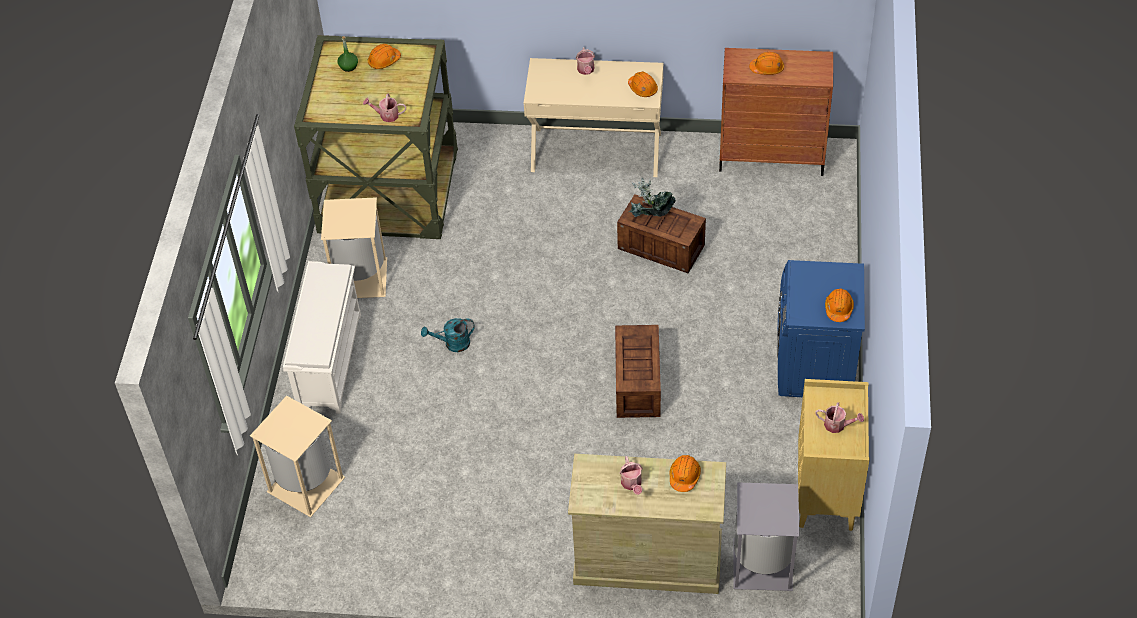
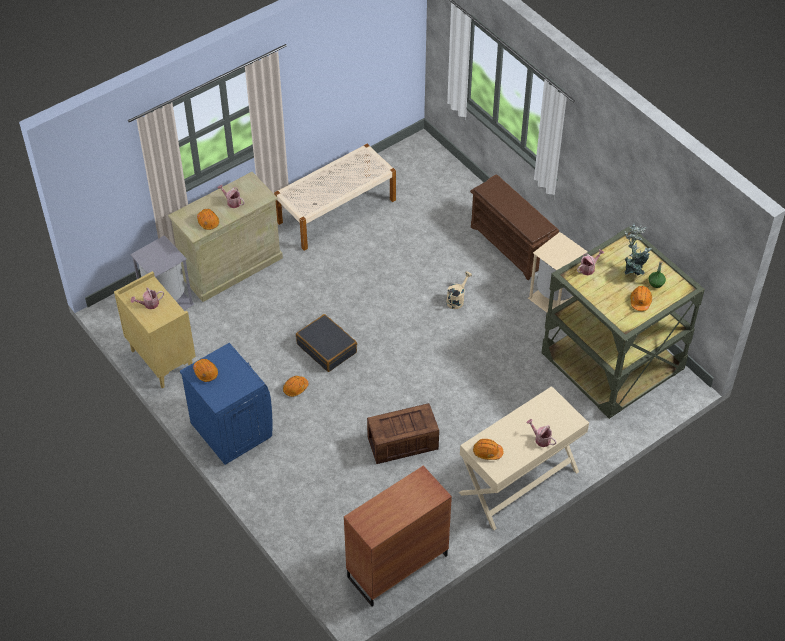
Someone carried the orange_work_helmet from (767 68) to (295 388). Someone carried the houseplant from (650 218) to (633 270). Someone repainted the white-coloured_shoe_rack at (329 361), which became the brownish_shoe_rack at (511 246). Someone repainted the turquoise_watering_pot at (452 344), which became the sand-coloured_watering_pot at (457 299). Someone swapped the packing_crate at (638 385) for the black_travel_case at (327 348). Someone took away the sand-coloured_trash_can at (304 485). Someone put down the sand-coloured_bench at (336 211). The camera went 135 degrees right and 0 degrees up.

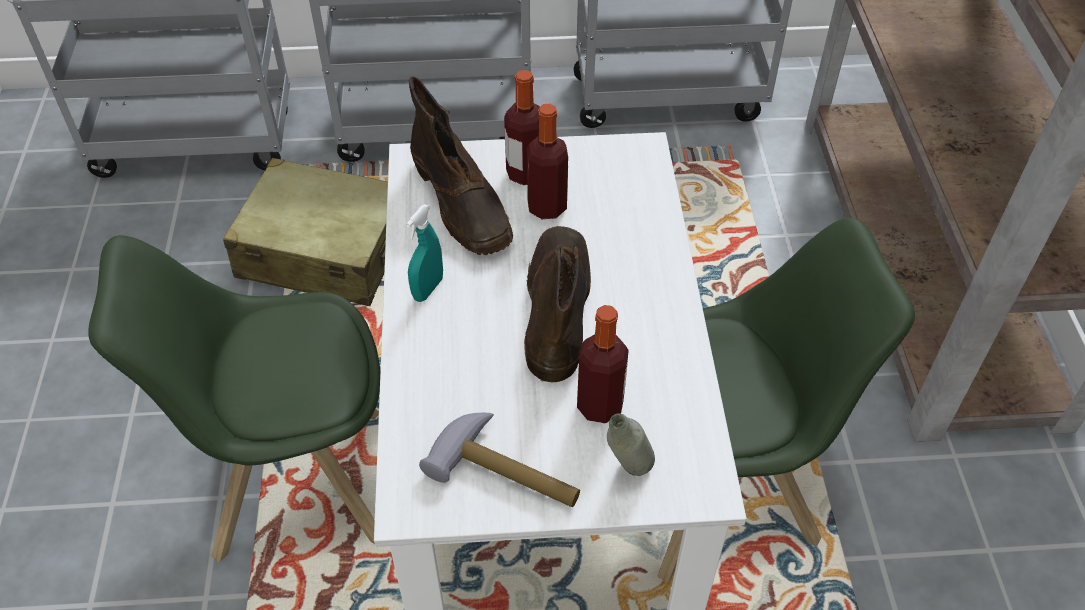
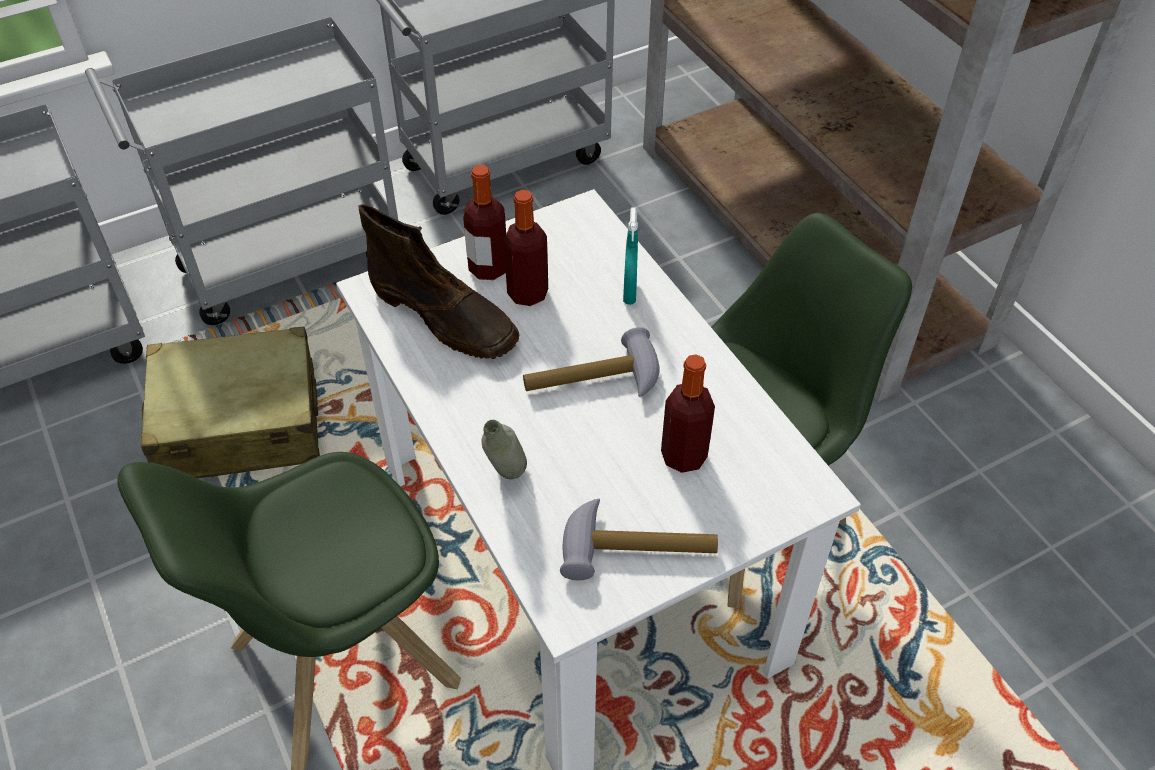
Someone carried the turquoise_spray_bottle from (428 289) to (629 292). Someone swapped the brownish_boot at (557 307) for the hammer at (593 382). Someone carried the greyish_drink_bottle from (627 475) to (506 481). The camera went 25 degrees left and 0 degrees up.

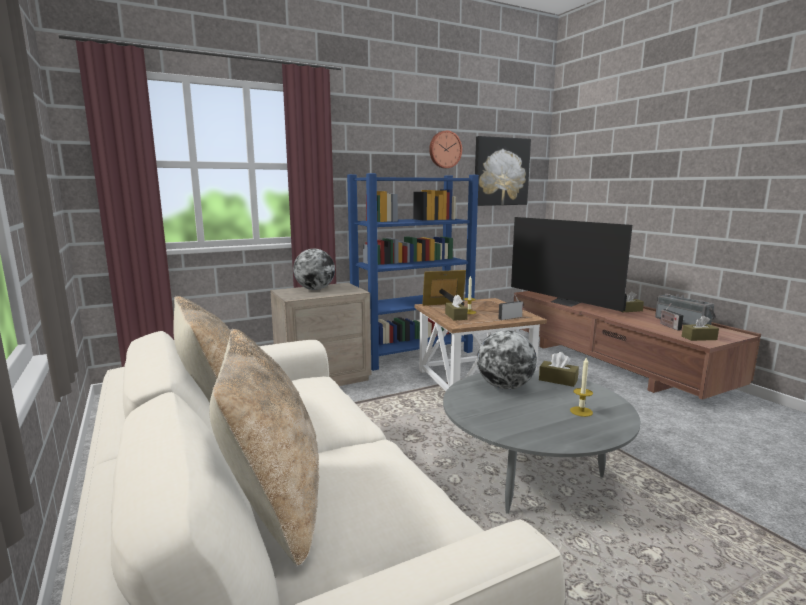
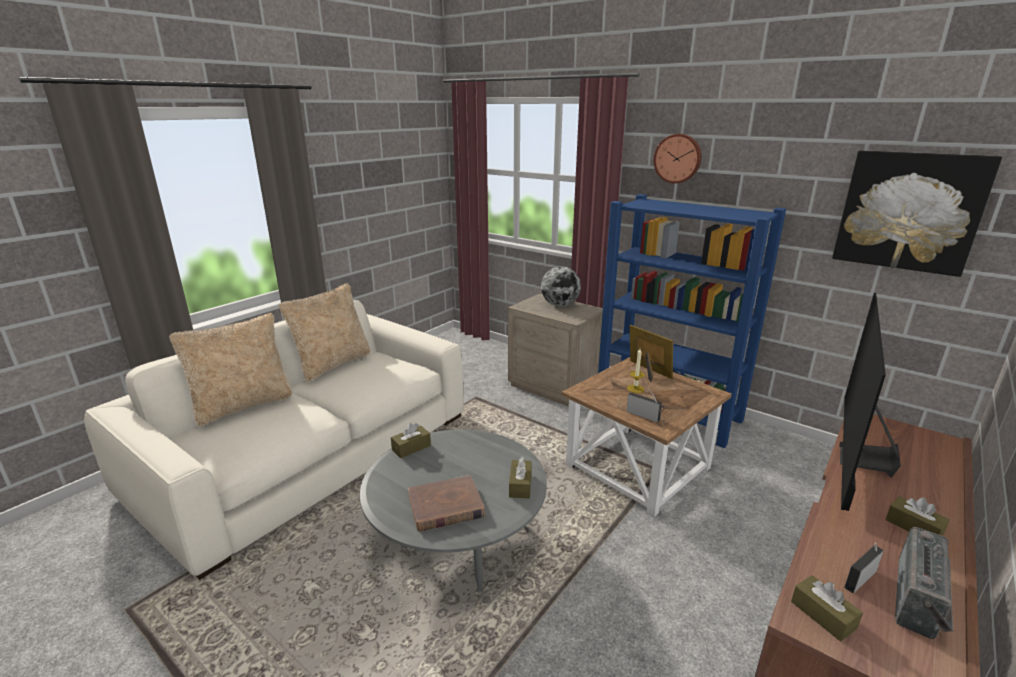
Someone carried the clock_on_the_wall from (444 149) to (678 158). Someone carried the brownish_box_of_tissues from (456 316) to (411 447). Someone took away the desk_globe at (505 387). Someone swapped the wax_light at (581 411) for the brownish_book at (446 506). The camera went 65 degrees right and 10 degrees up.

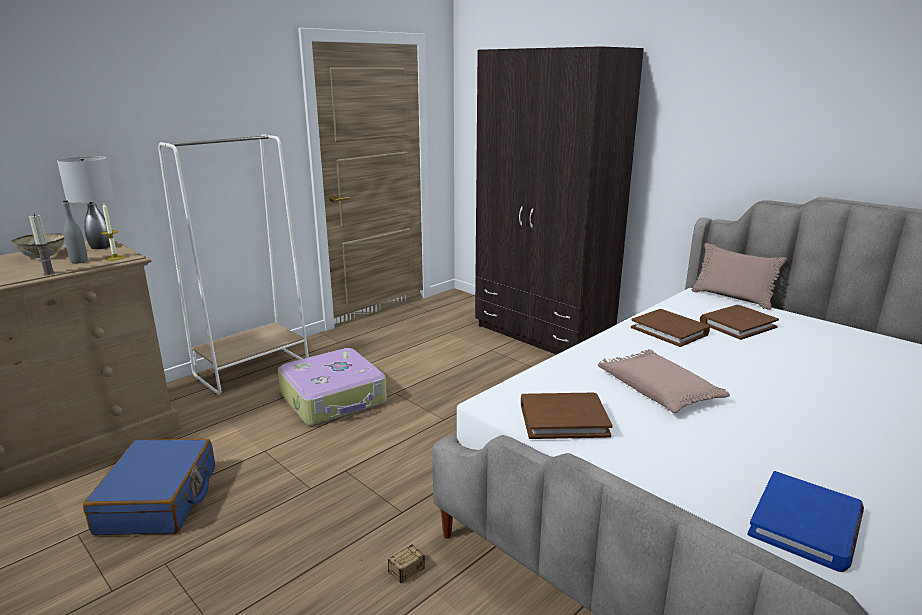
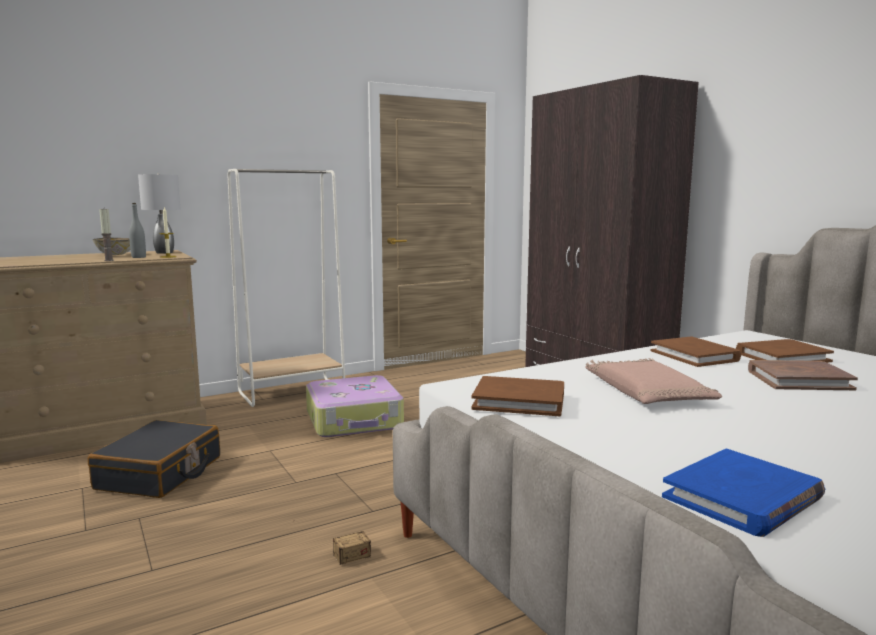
Someone took away the sand-coloured_cushion at (732 298). Someone repainted the blue-coloured_travel_case at (159 500), which became the black_travel_case at (160 473). Someone put down the brownish_book at (799 380). The camera went 15 degrees right and 10 degrees down.

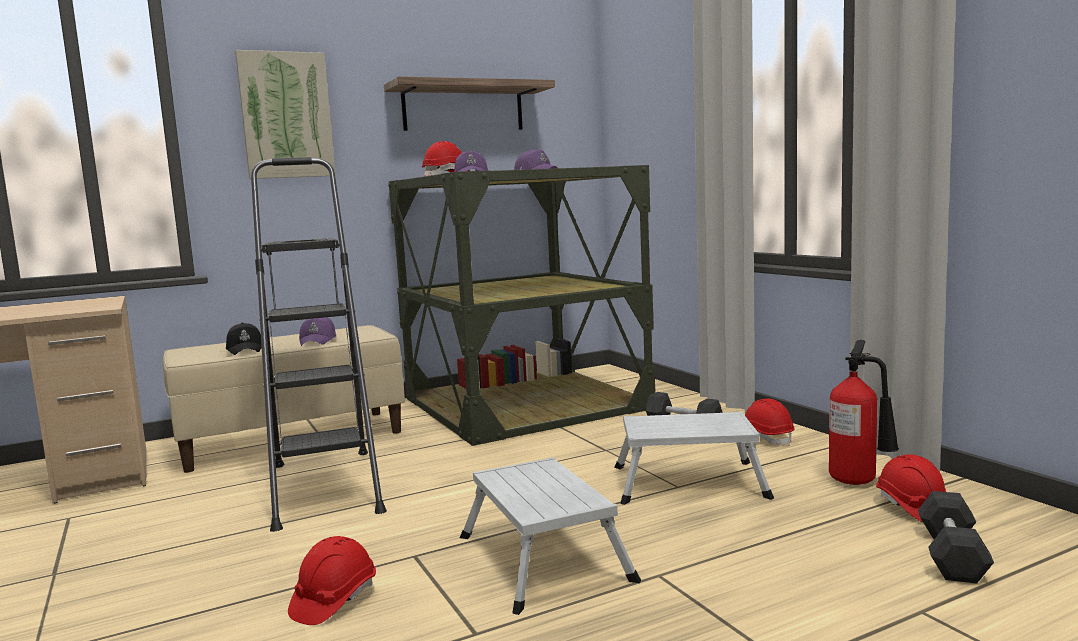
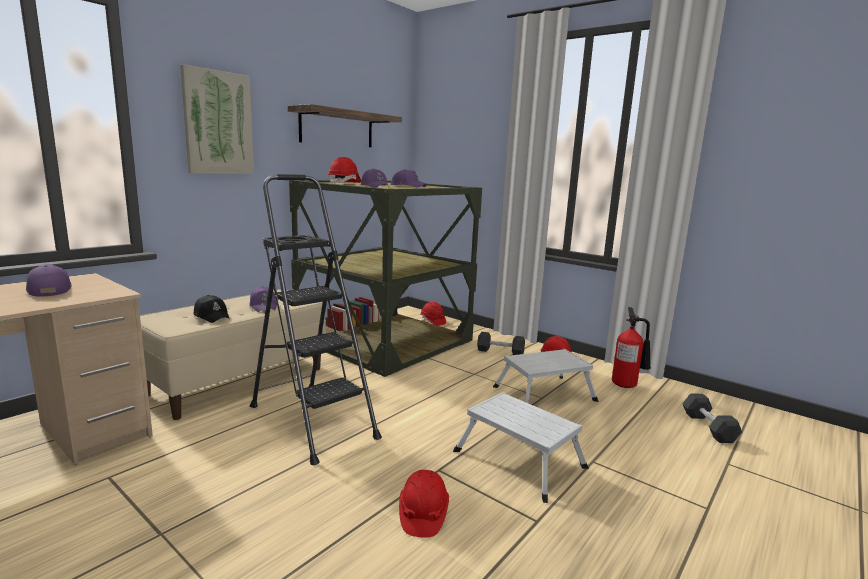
Someone carried the red-coloured_work_helmet from (913 508) to (432 321). Someone put down the purple-coloured_peaked_cap at (49 290). The camera went 25 degrees left and 5 degrees up.

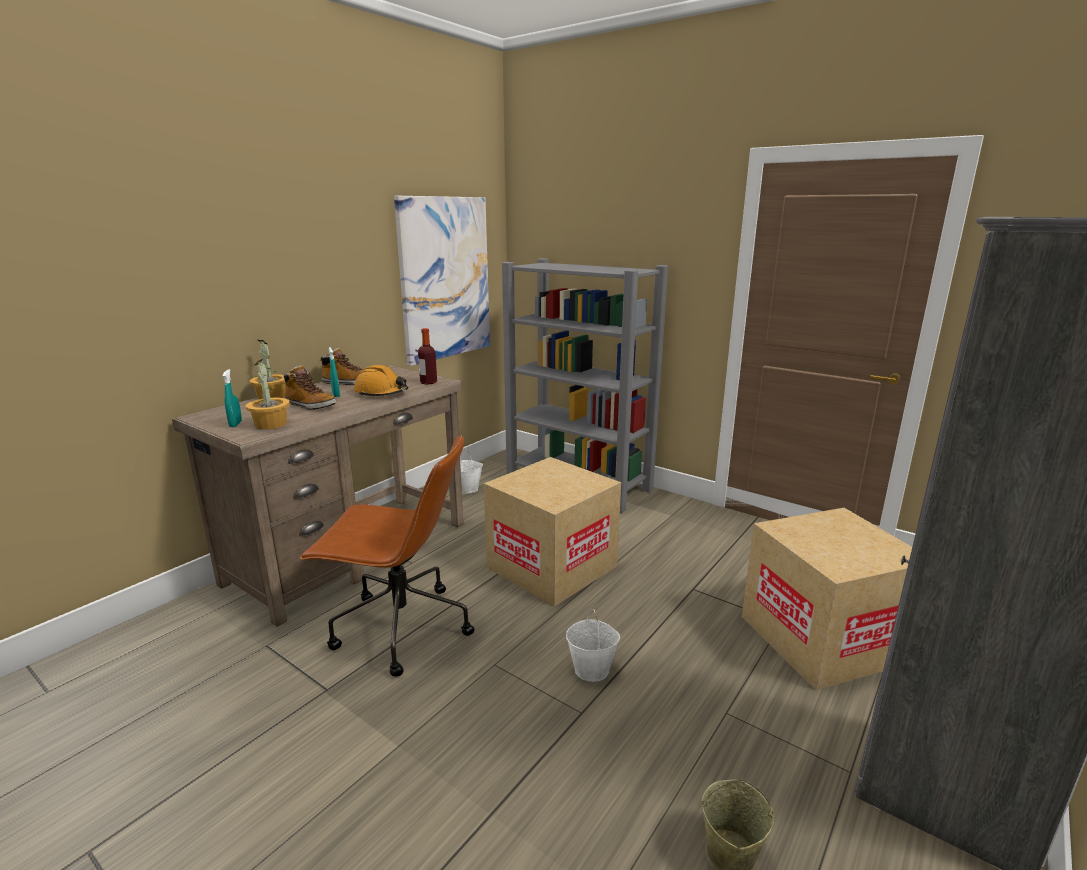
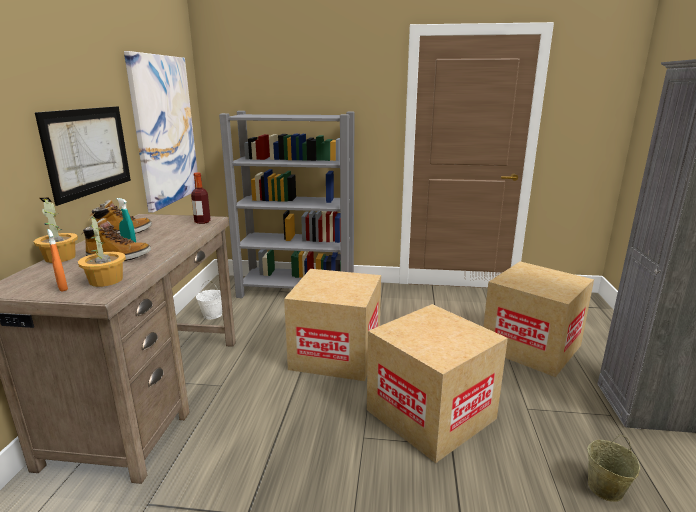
Someone took away the orange_work_helmet at (381 393). Someone repainted the turquoise_spray_bottle at (235 424), which became the orange_spray_bottle at (62 288). Someone took away the brownish_office_chair at (400 628). Someone swapped the white-coloured_pail at (592 670) for the packing_box at (430 414). Someone put up the wall_picture at (88 151). The camera went 30 degrees left and 0 degrees up.

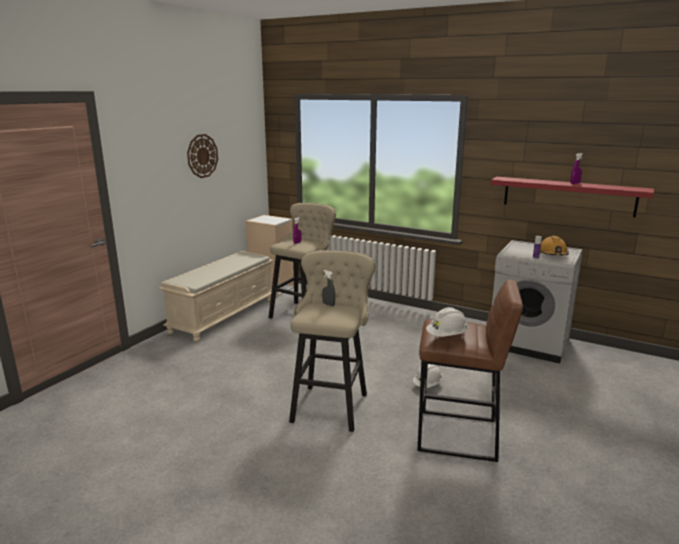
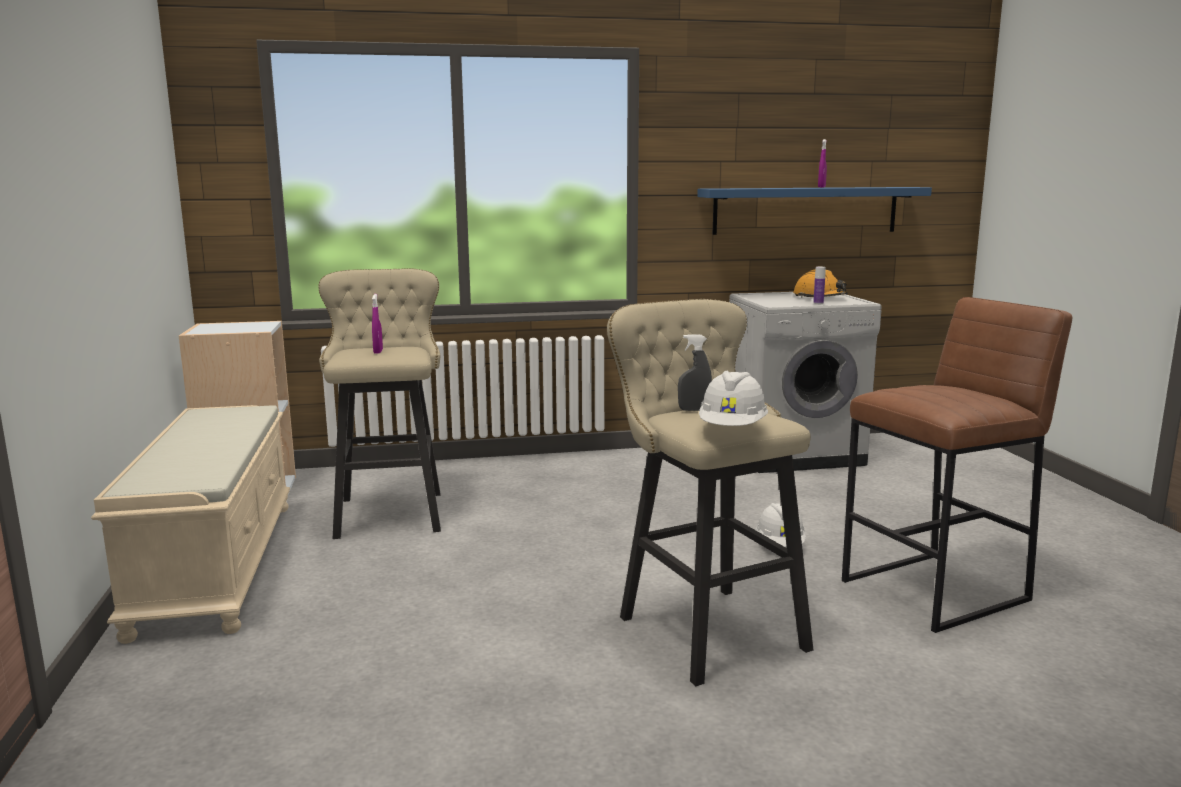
Someone took away the clock_on_the_wall at (202 156). Someone repainted the red-coloured_wall_shelf at (568 196), which became the blue-coloured_wall_shelf at (805 210). Someone carried the white-coloured_work_helmet from (447 336) to (732 429). The camera went 40 degrees left and 5 degrees down.

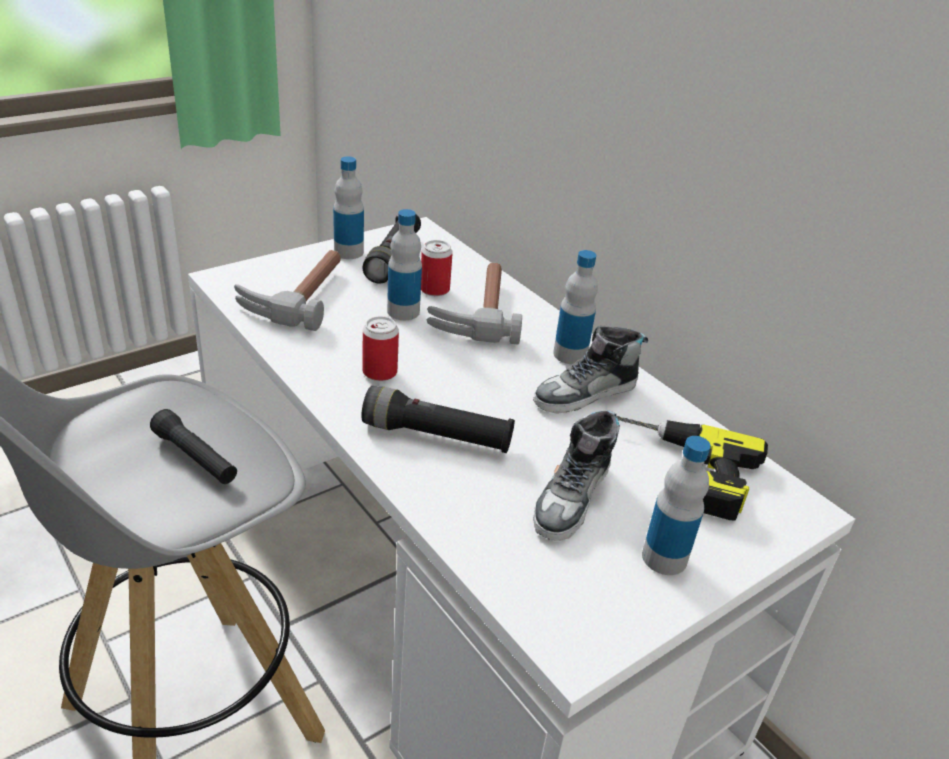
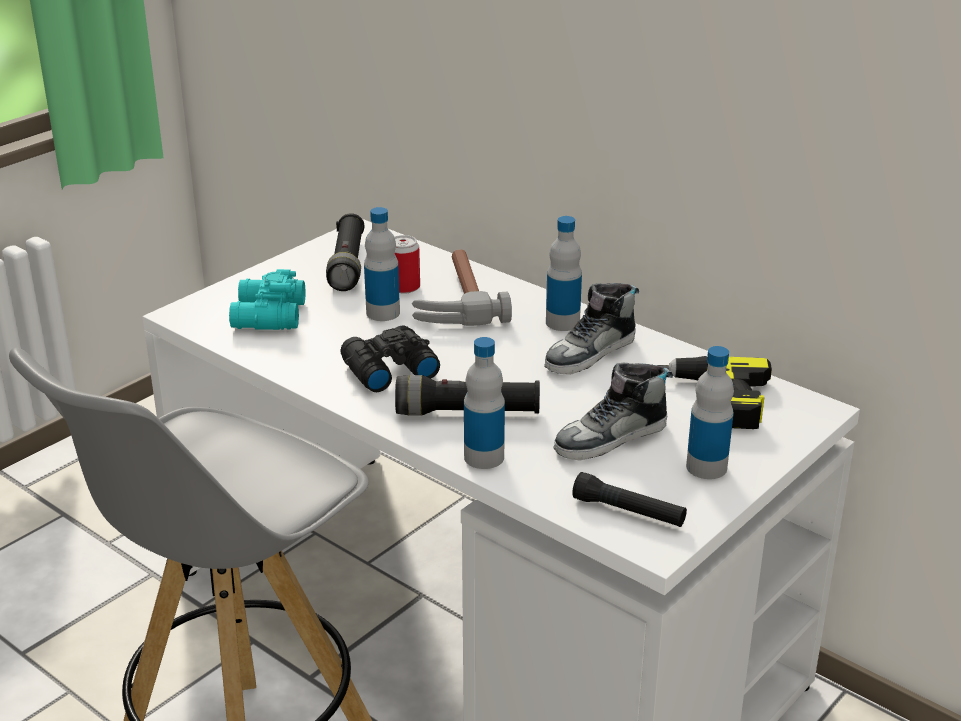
Someone carried the drink_bottle from (348 252) to (484 457). Someone swapped the hammer at (296 295) for the turquoise_field_glasses at (266 316). Someone swapped the can at (380 372) for the black_field_glasses at (387 370). Someone carried the black_flashlight from (195 457) to (628 512). Someone rotated the item_of_footwear at (572 498) by 45 degrees clockwise. The camera went 10 degrees left and 5 degrees down.

